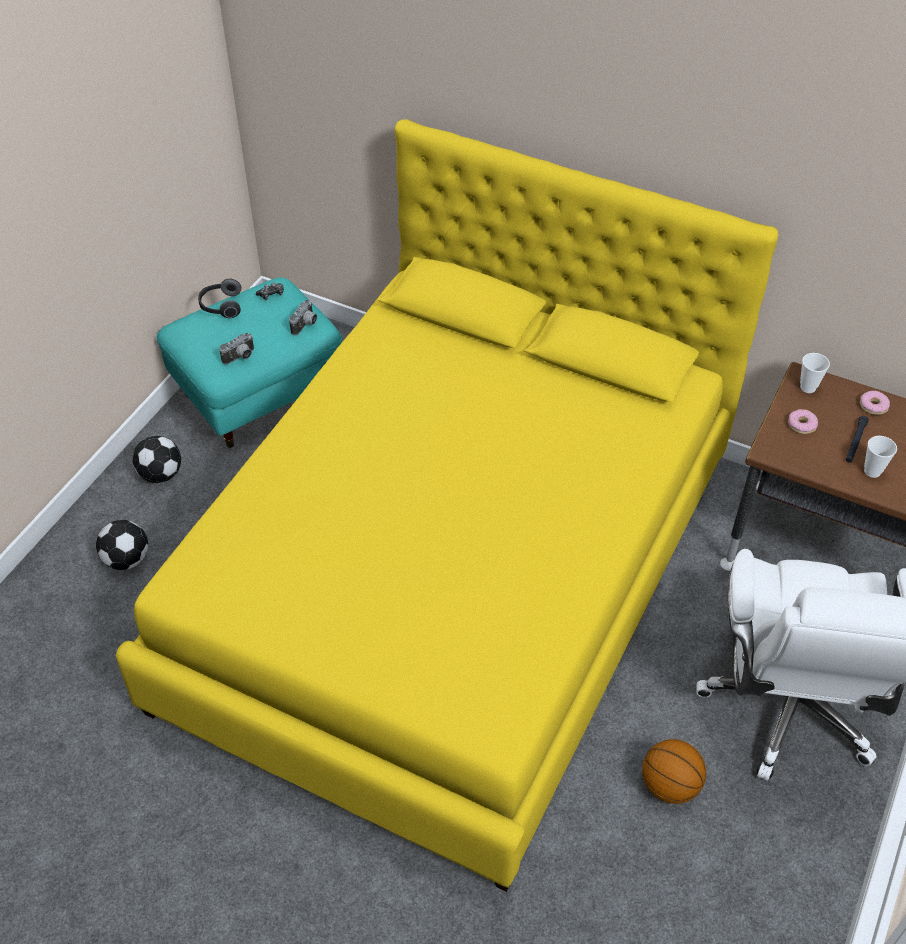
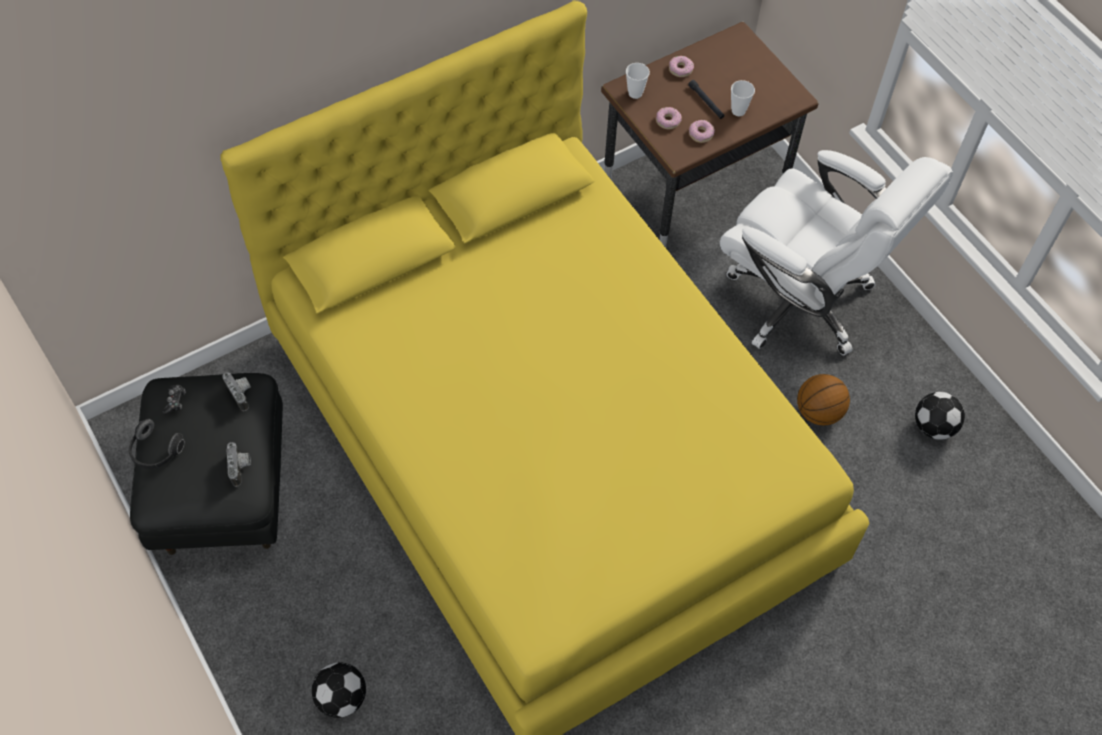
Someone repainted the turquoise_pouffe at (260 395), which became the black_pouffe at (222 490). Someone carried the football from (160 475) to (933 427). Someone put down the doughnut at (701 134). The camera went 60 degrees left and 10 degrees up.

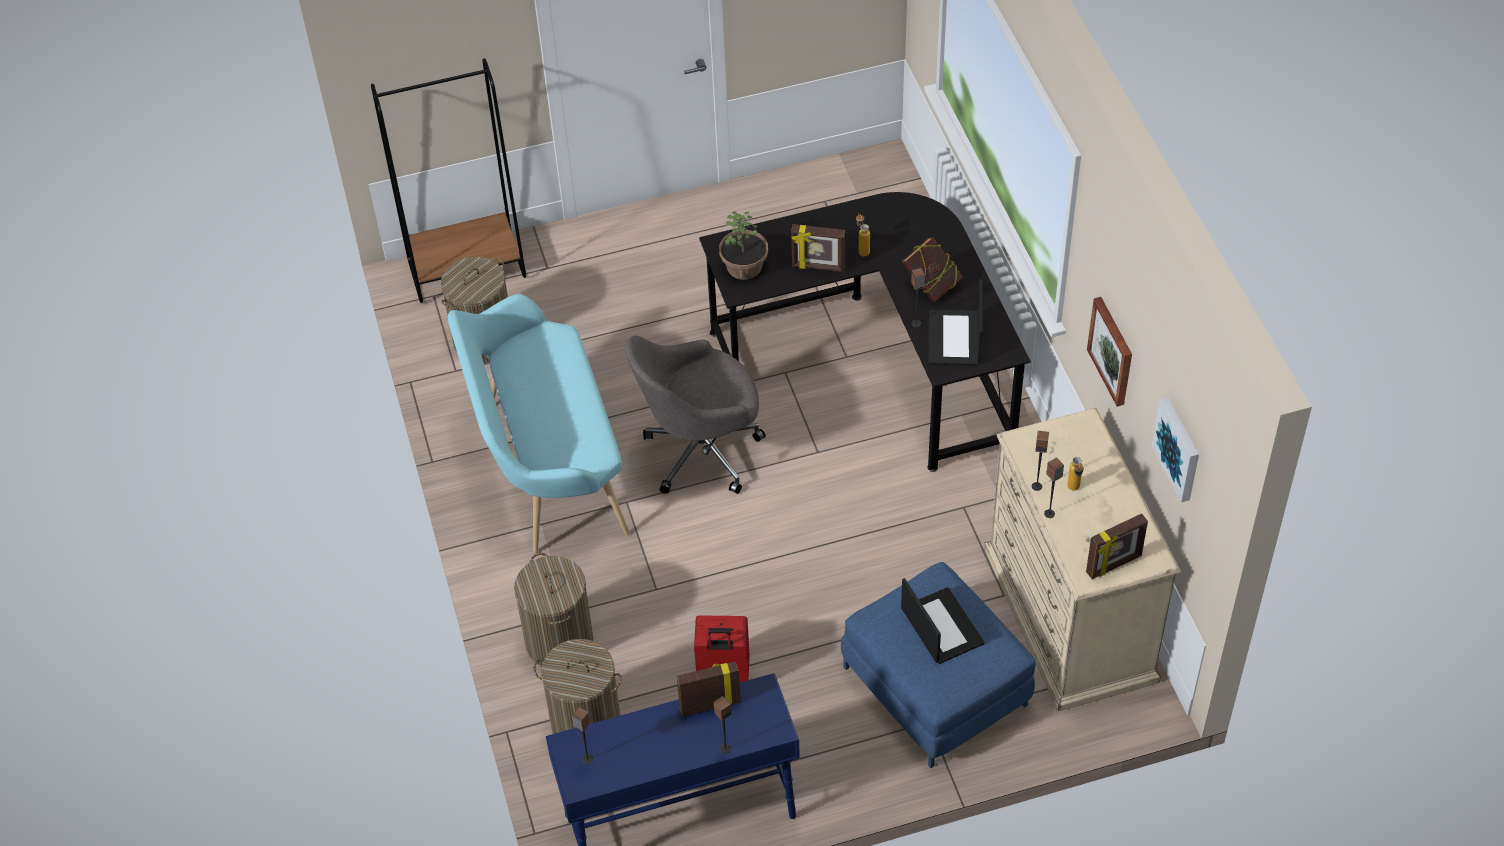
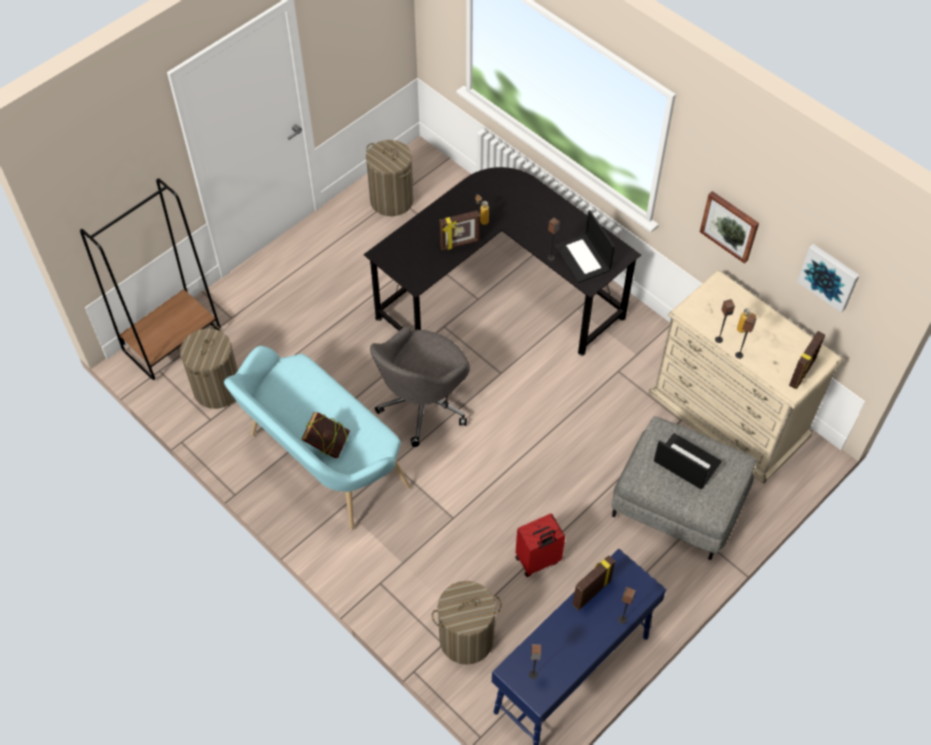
Someone took away the houseplant at (744 267). Someone carried the book from (931 286) to (327 445). Someone carried the hamper from (559 641) to (391 200). Someone repainted the blue-coloured_pouffe at (934 686), which became the greyish_pouffe at (677 502). The camera went 30 degrees left and 5 degrees up.

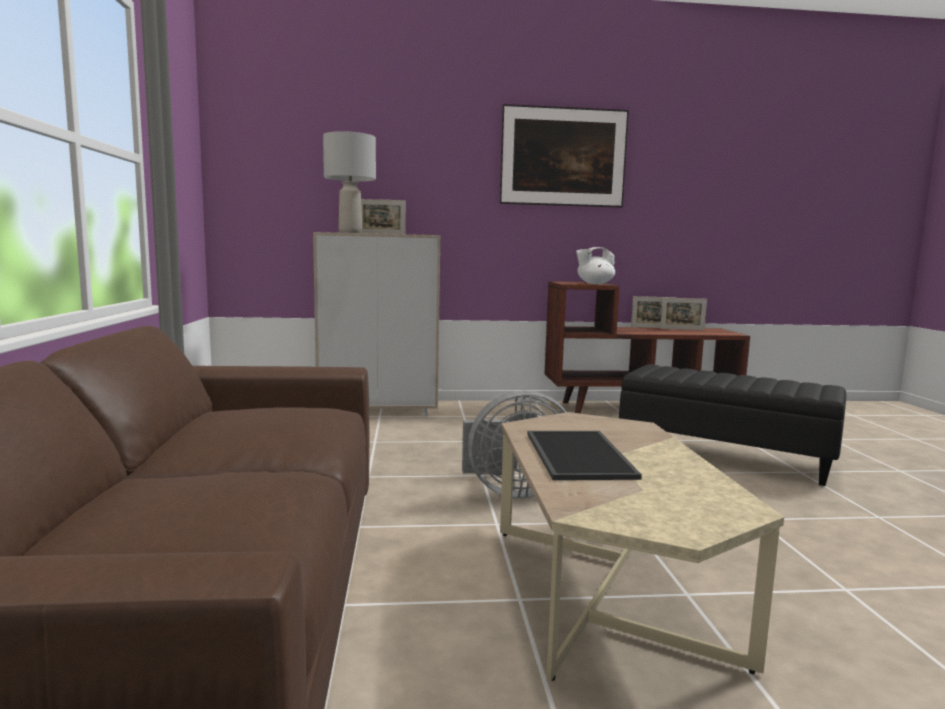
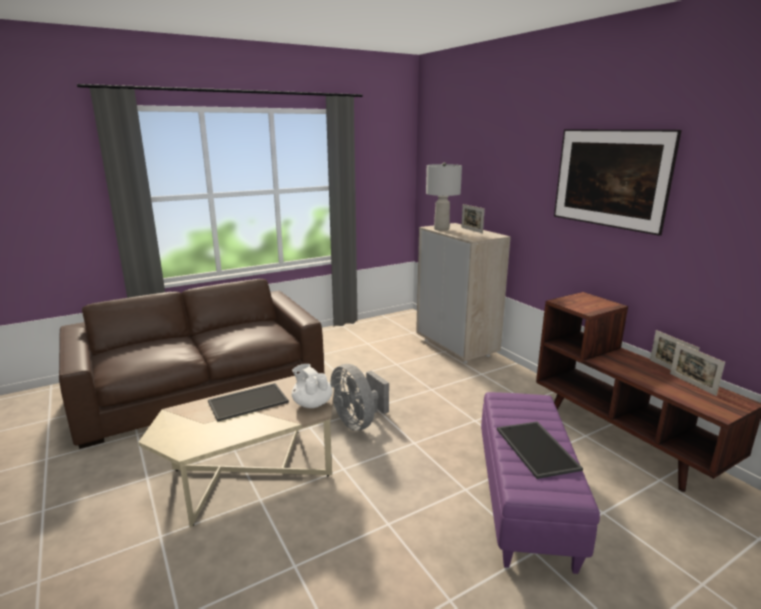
Someone carried the white-coloured_tea_pot from (594 284) to (312 403). Someone repainted the black_pouffe at (724 457), which became the purple-coloured_pouffe at (526 501). Someone put down the serving_tray at (538 449). The camera went 65 degrees right and 10 degrees up.

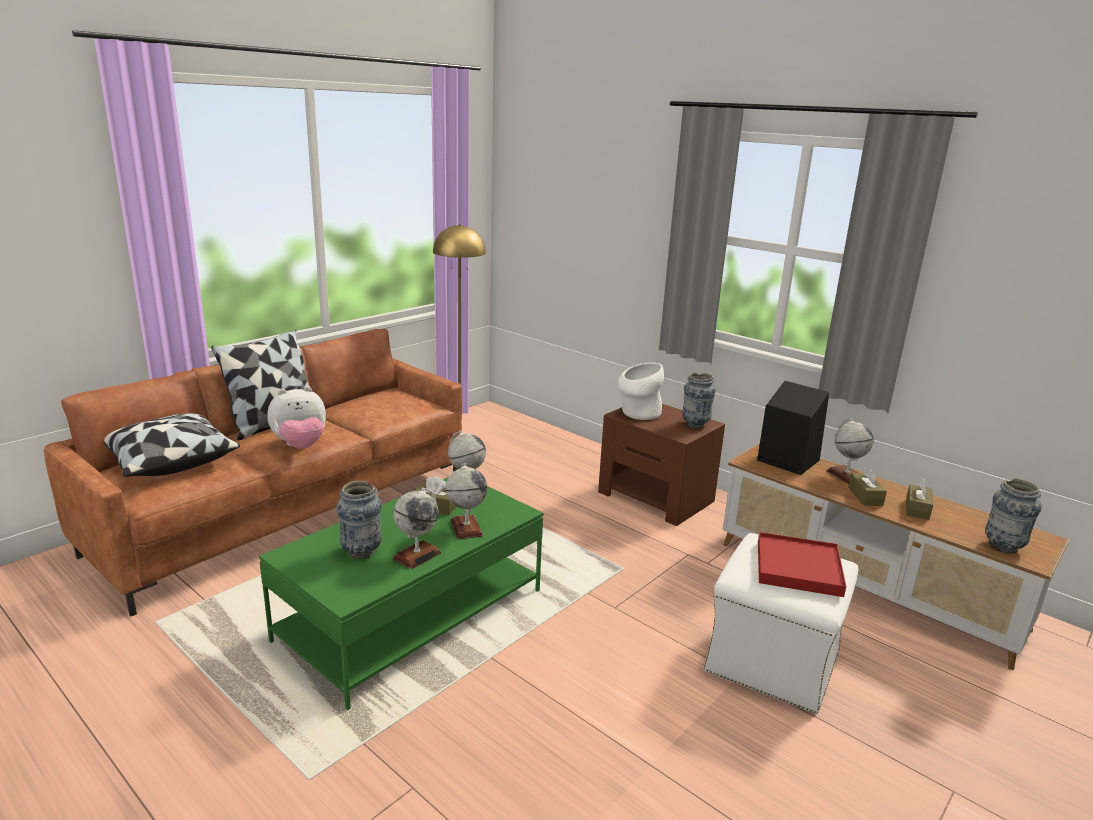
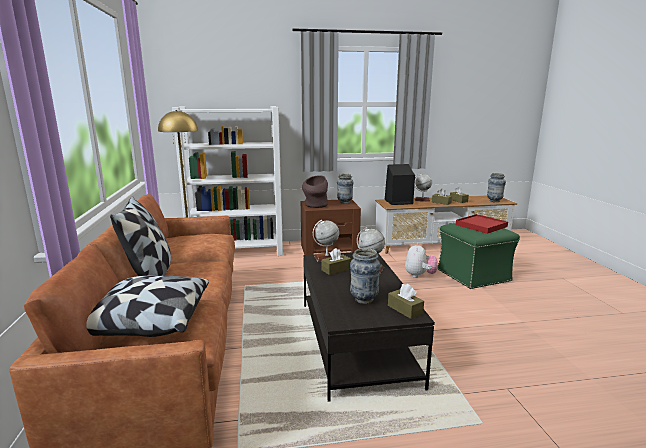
Someone repainted the white-coloured_flower_vase at (637 413), which became the brownish_flower_vase at (315 206). Someone carried the cuddly_toy from (300 446) to (419 276). Someone repainted the greenish_lounge_table at (412 615), which became the black_lounge_table at (355 341). Someone took away the desk_globe at (417 555). Someone repainted the white-coloured_pouffe at (772 661), which became the greenish_pouffe at (474 275). Someone put down the white-coloured_bookshelf at (237 251). Someone put down the brownish_box_of_tissues at (405 309). The camera went 50 degrees left and 5 degrees down.

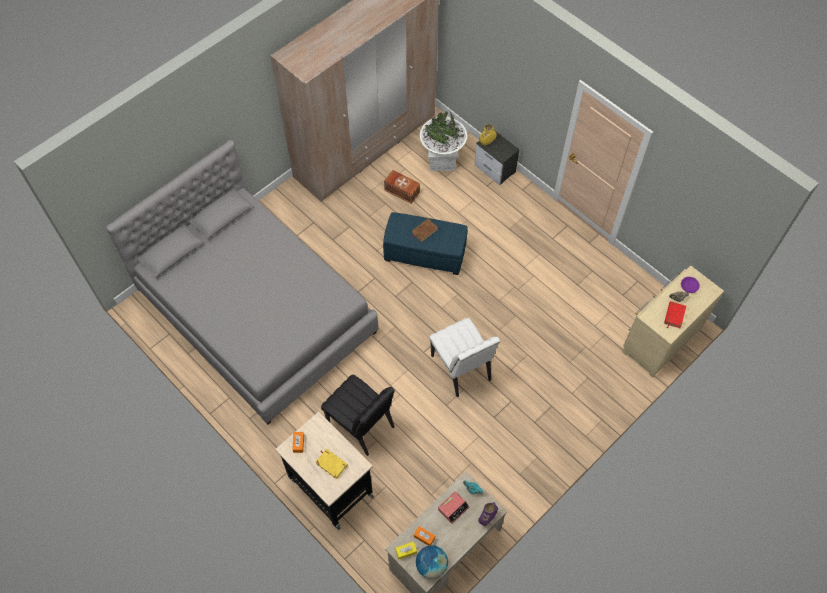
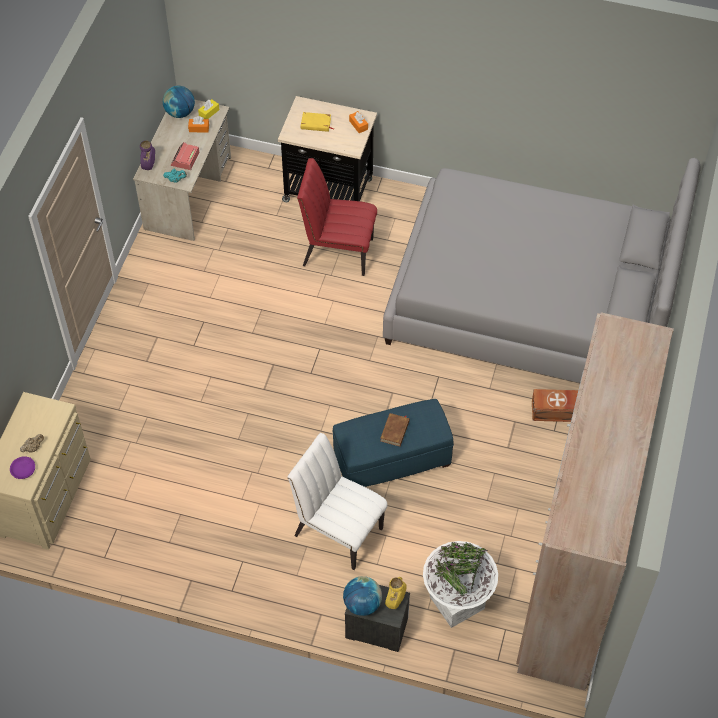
Someone carried the brownish_storage_container from (402 191) to (555 412). Someone took away the red-coloured_book at (674 315). Someone carried the white-coloured_plain_chair from (460 367) to (339 532). Someone repainted the black_plain_chair at (360 424), which became the red-coloured_plain_chair at (338 252). Someone put down the desk_globe at (362 604). The camera went 150 degrees right and 5 degrees down.

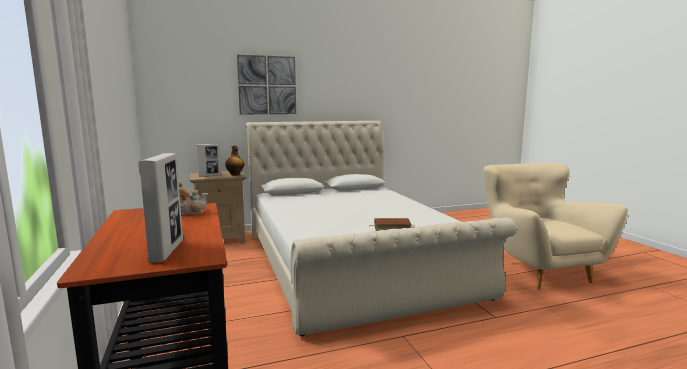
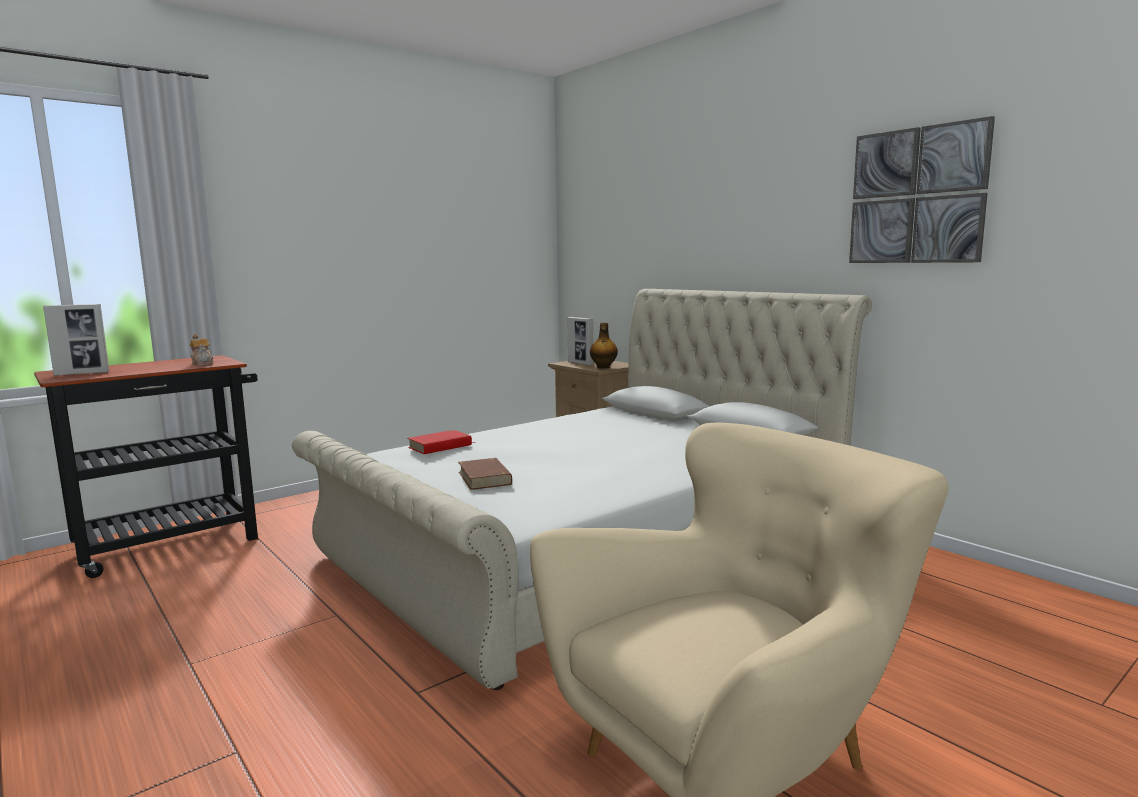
Someone carried the wall_picture from (267 85) to (917 196). Someone put down the red-coloured_book at (440 446). The camera went 70 degrees right and 0 degrees up.

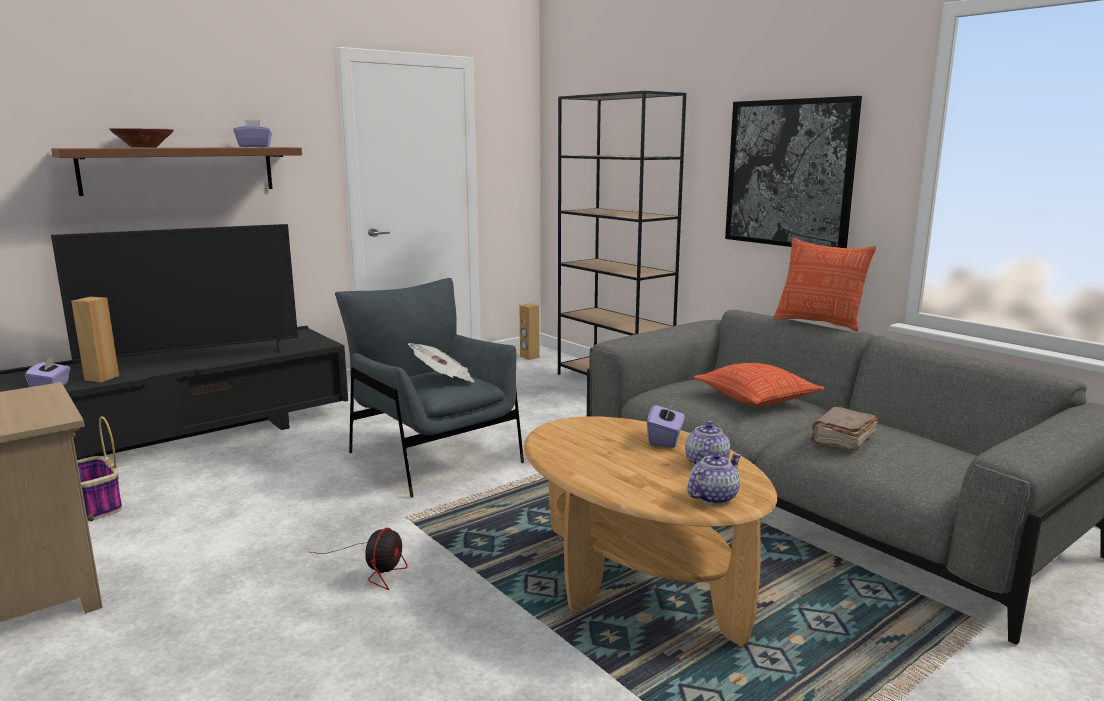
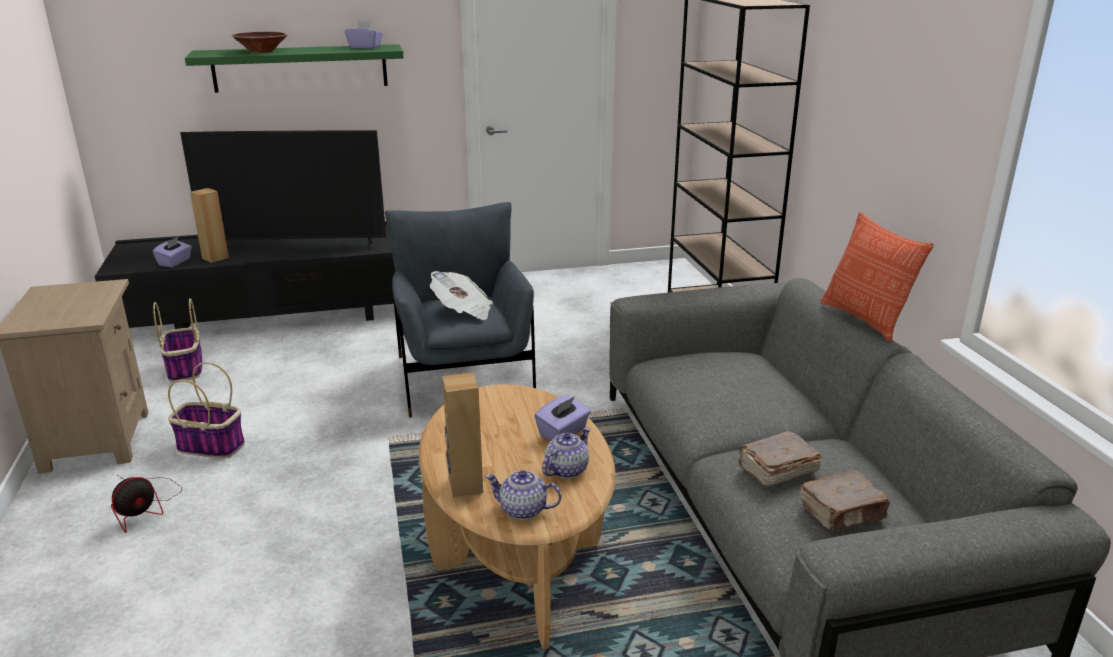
Someone took away the wall_picture at (789 173). Someone repainted the brownish_wall_shelf at (179 170), which became the greenish_wall_shelf at (300 68). Someone carried the brownish_audio_speaker from (529 357) to (465 485). Someone took away the orange_cushion at (756 399). Someone rotated the tea_pot at (712 497) by 150 degrees counterclockwise. Someone carried the fan from (377 567) to (145 507). Someone put down the basket at (209 446). Someone put down the brownish_book at (843 512). The camera went 25 degrees right and 10 degrees up.

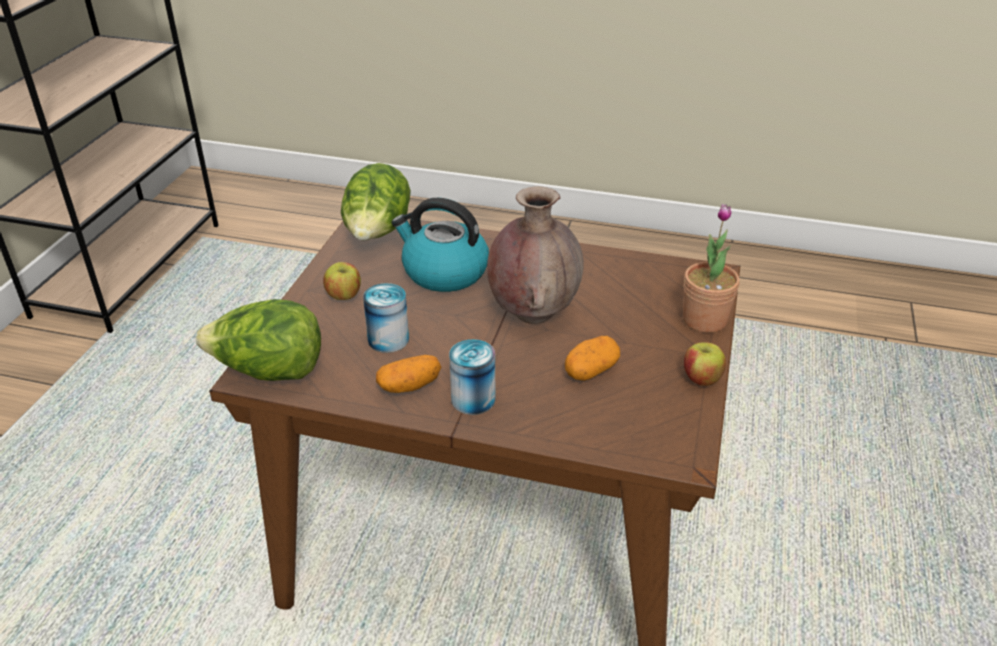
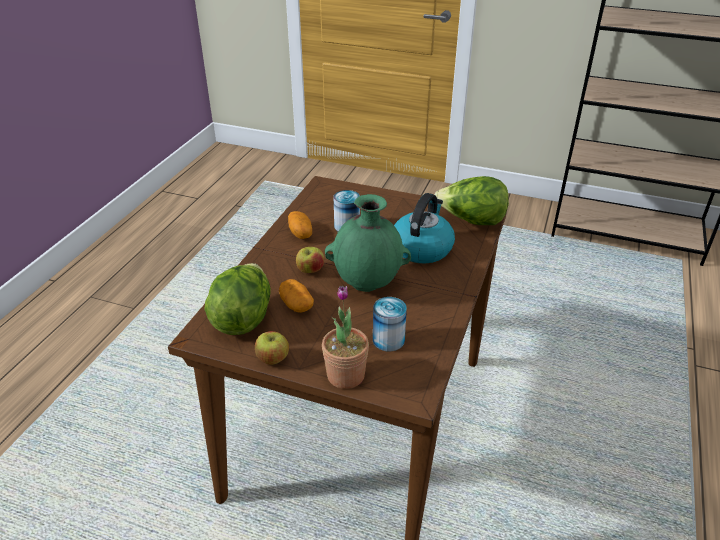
Someone repainted the brownish_flower_vase at (533 313), which became the greenish_flower_vase at (367 284). Someone carried the apple from (344 296) to (310 270). Someone carried the head_of_lettuce from (269 372) to (243 318). Someone carried the can from (473 399) to (388 340). The camera went 95 degrees right and 0 degrees up.

